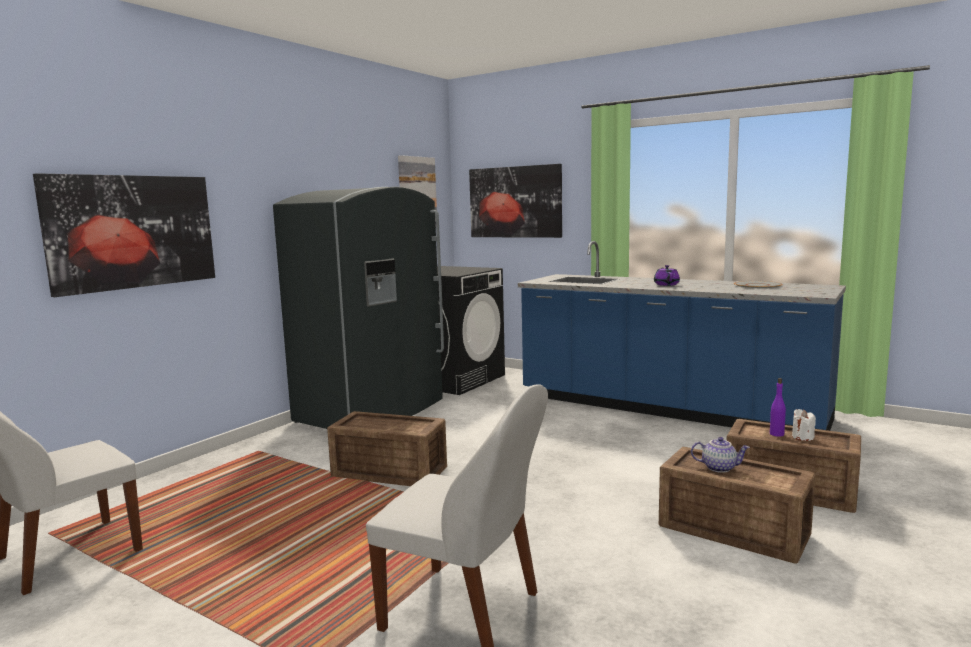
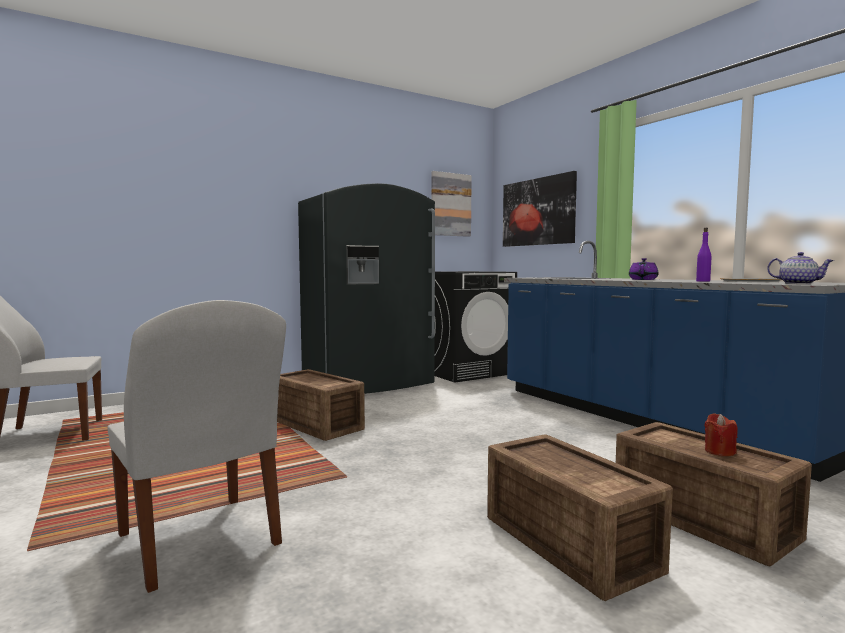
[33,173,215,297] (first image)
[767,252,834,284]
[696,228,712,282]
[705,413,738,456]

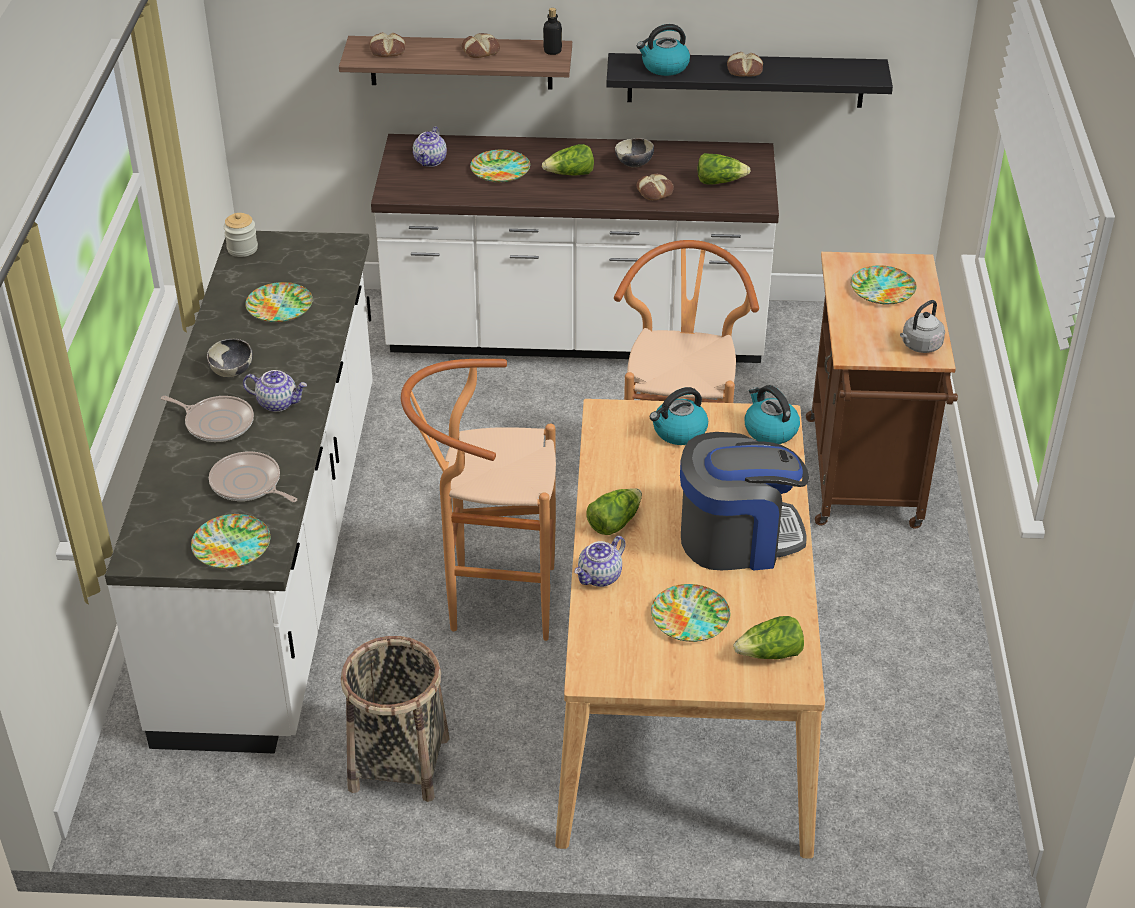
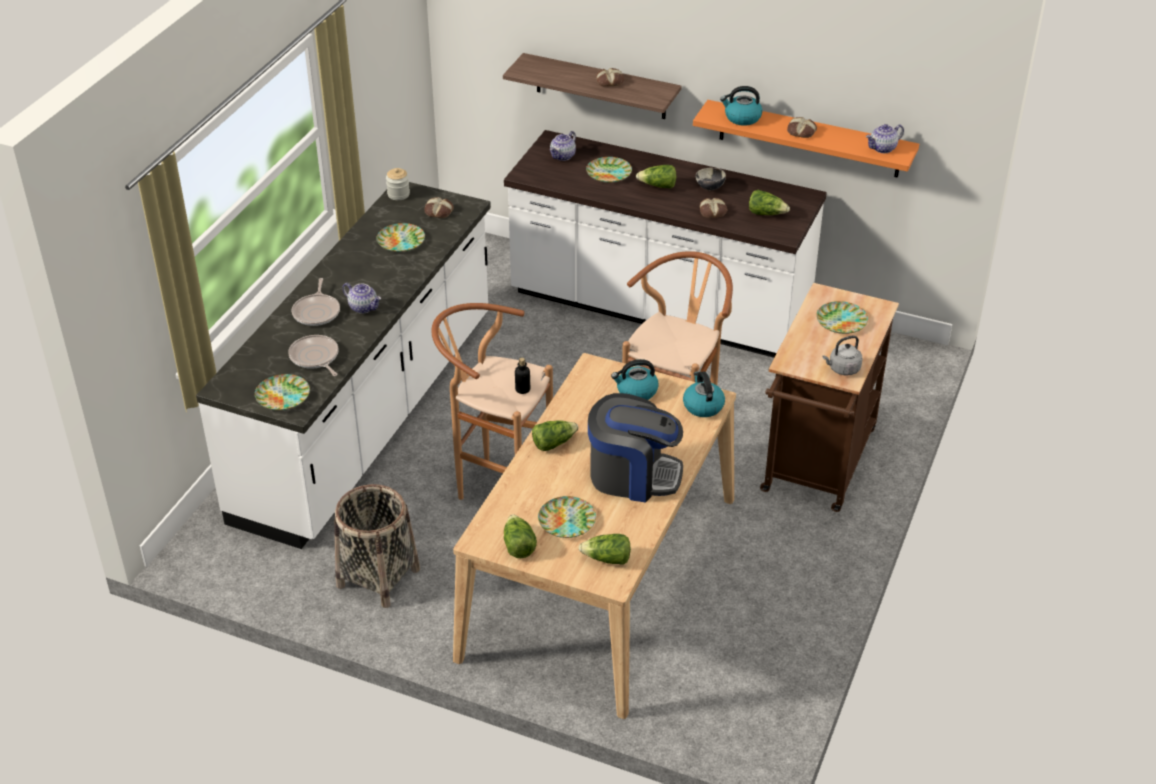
[207,339,253,378] (first image)
[504,514,537,558]
[424,197,454,218]
[515,358,530,394]
[866,124,904,153]
[693,100,919,178]
[292,278,340,326]

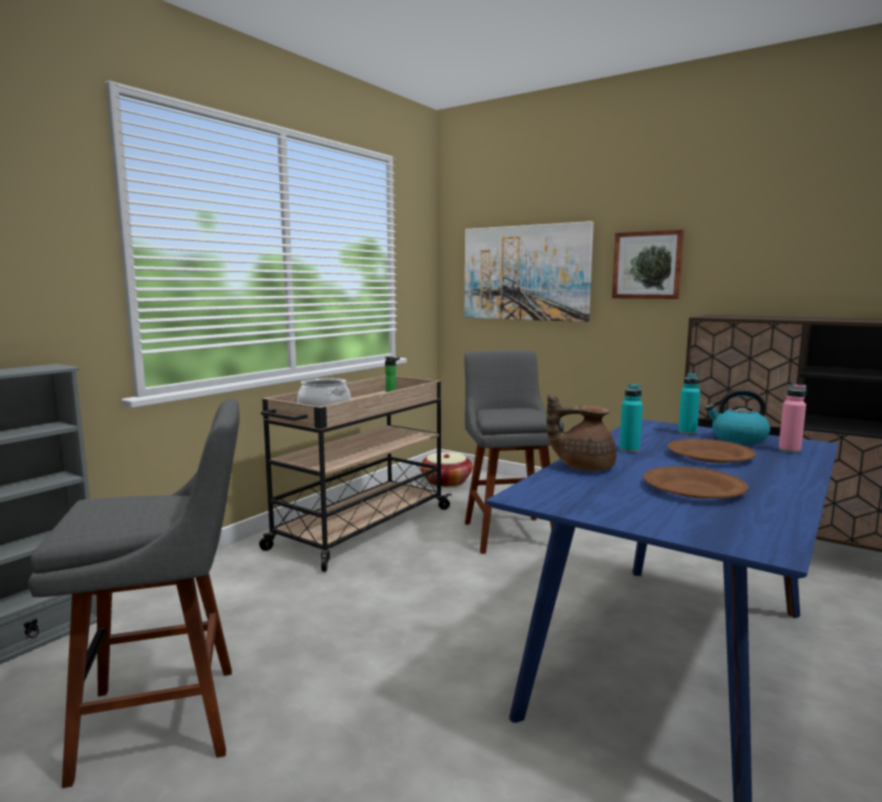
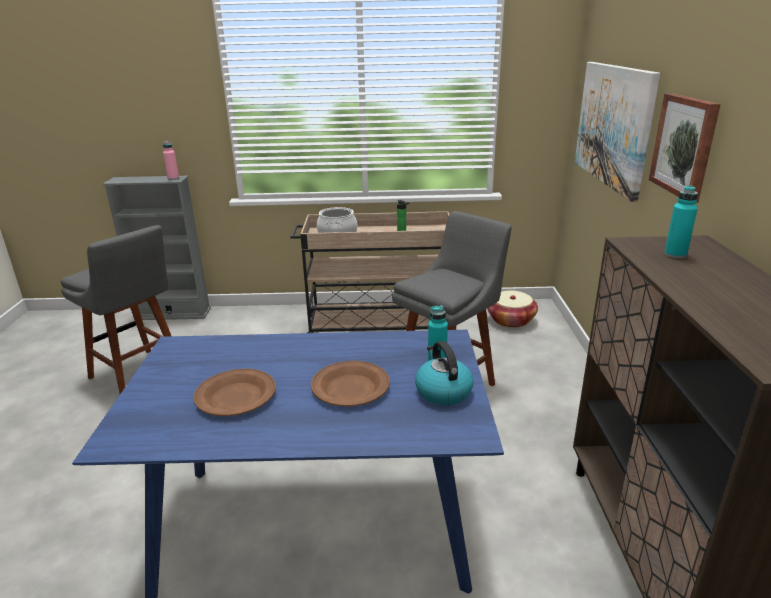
[547,394,616,471] (first image)
[664,185,698,258]
[163,141,179,180]

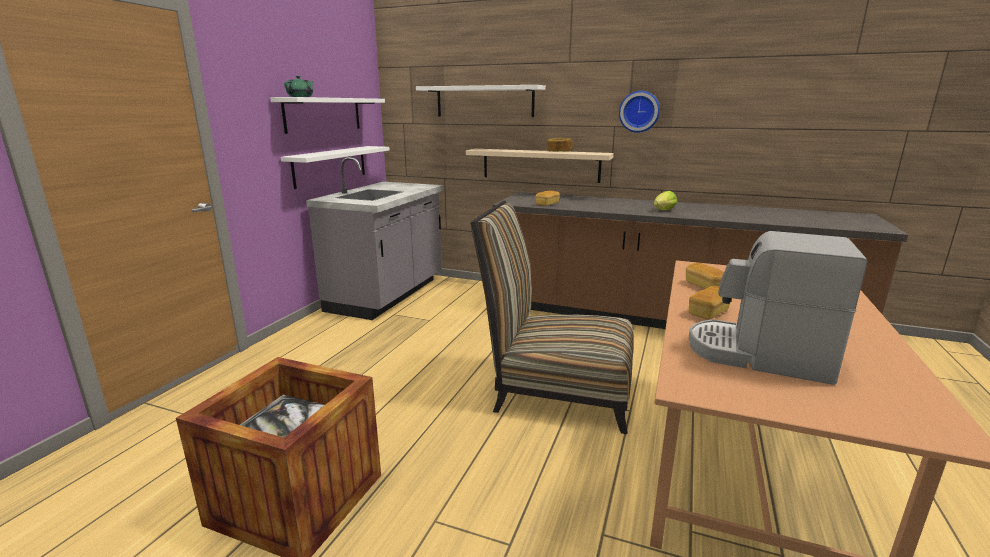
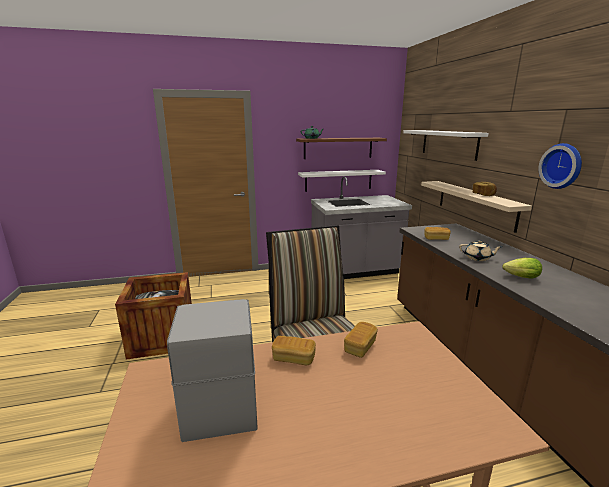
[459,240,502,261]
[296,138,387,159]

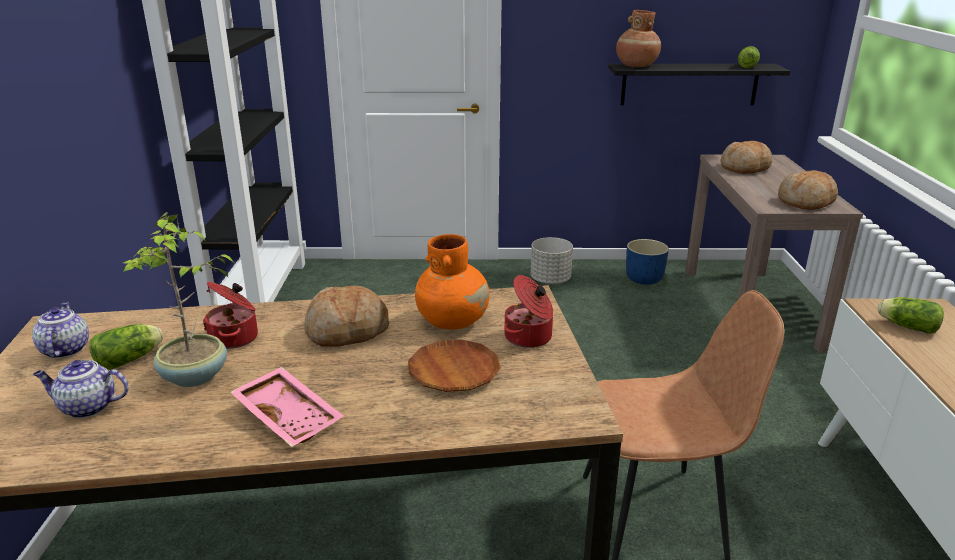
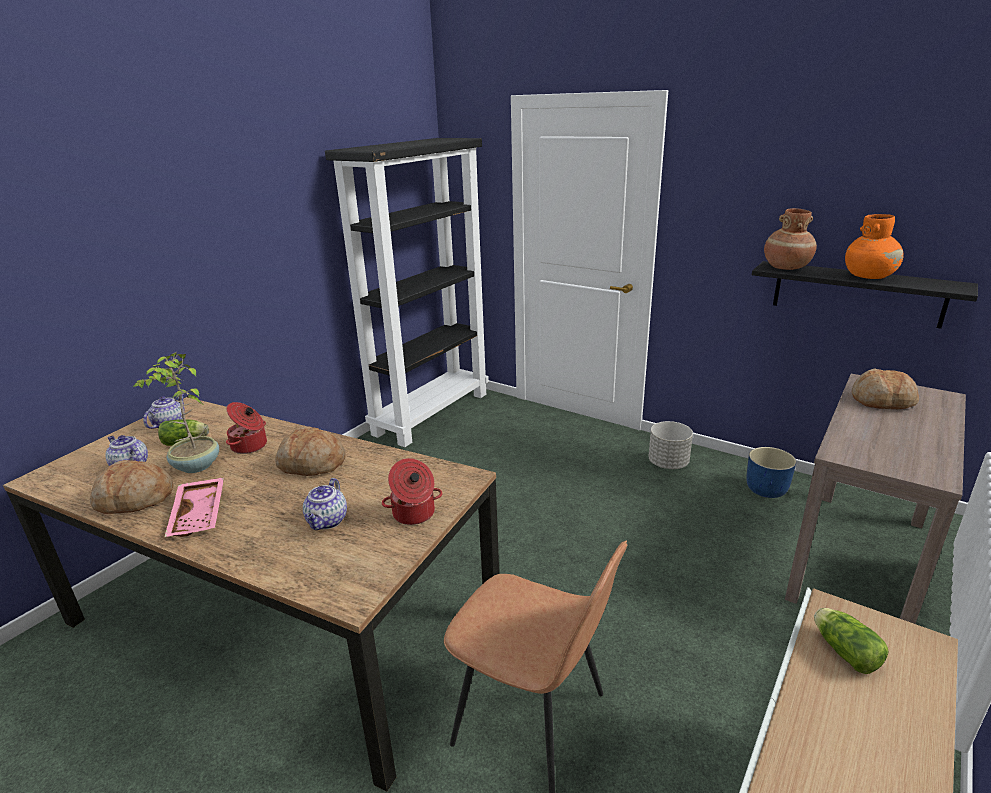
[738,46,760,68] (first image)
[845,214,904,279]
[90,460,174,514]
[303,478,347,530]

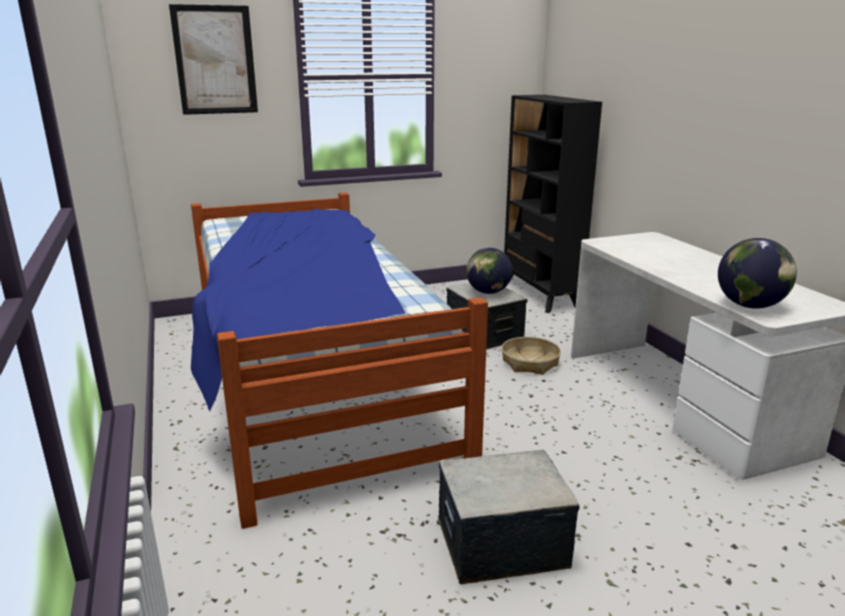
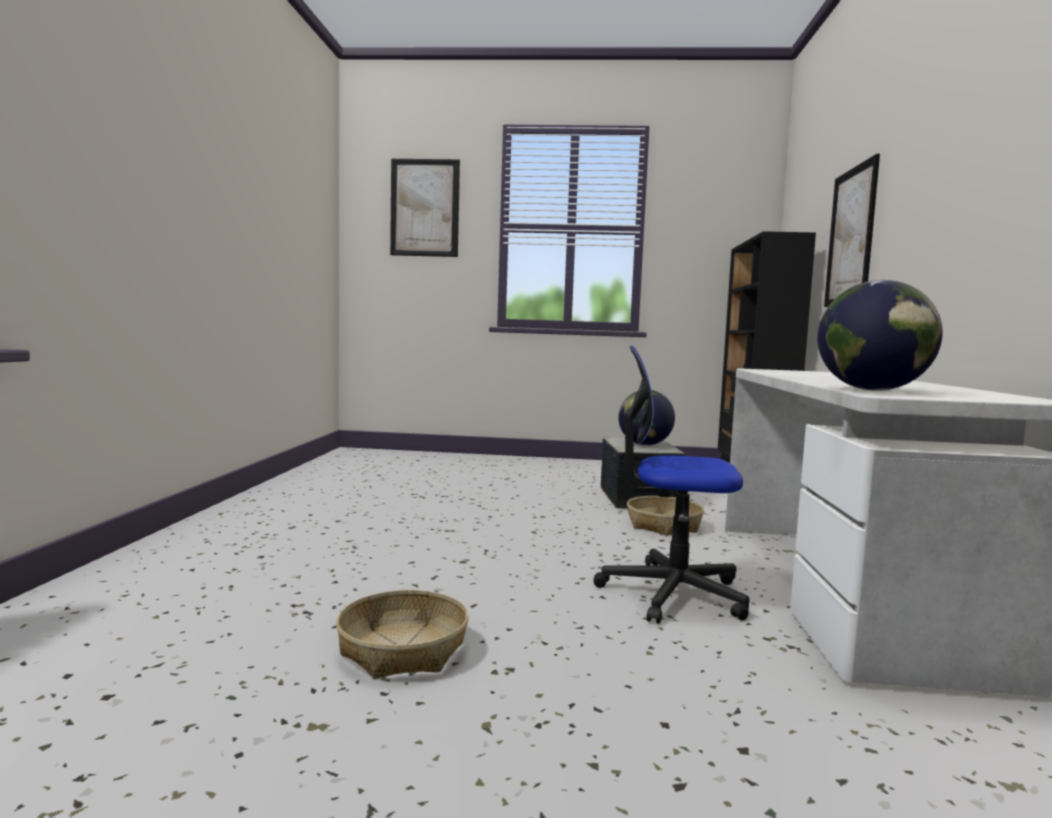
[191,192,488,529] (first image)
[593,346,749,624]
[824,154,880,307]
[336,590,469,679]

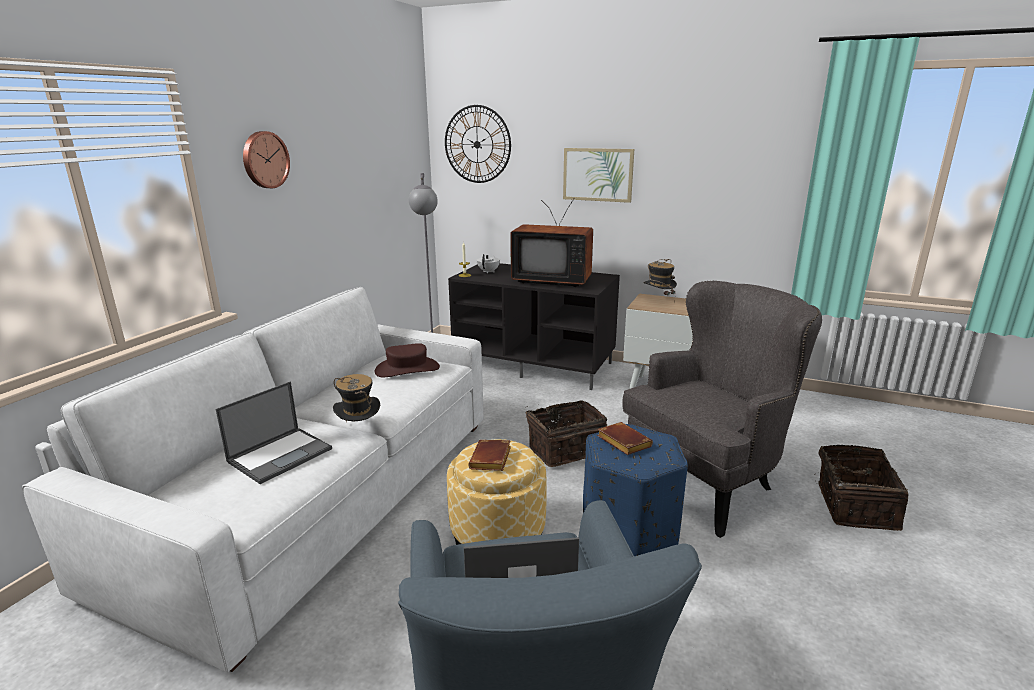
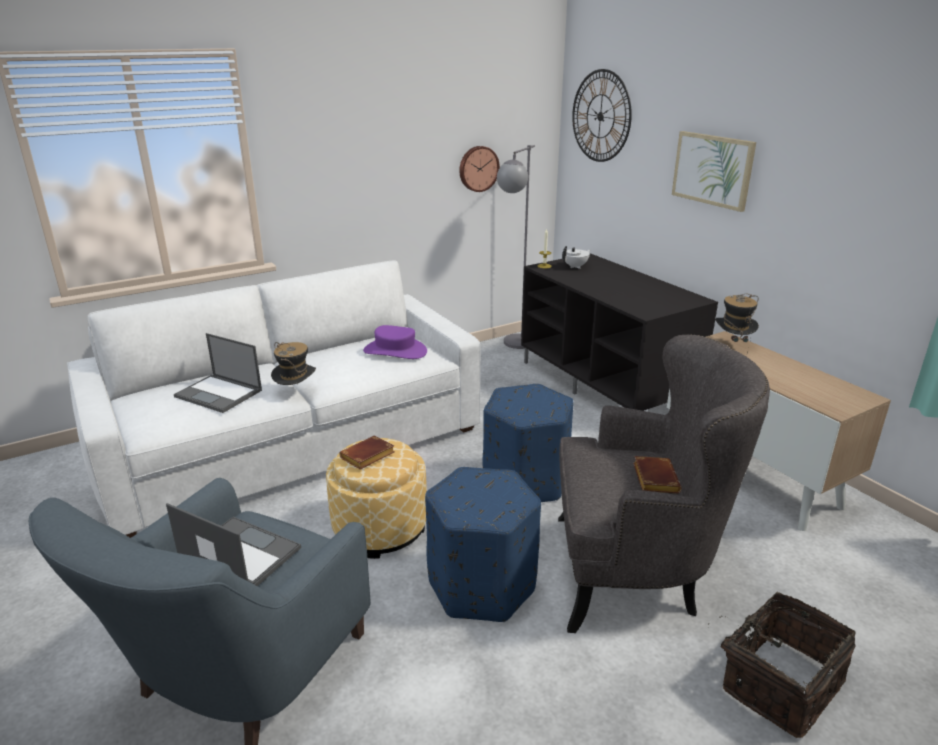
[510,199,593,287] (first image)
[459,146,500,192]
[633,456,682,493]
[483,384,574,502]
[363,325,427,359]
[174,333,262,413]

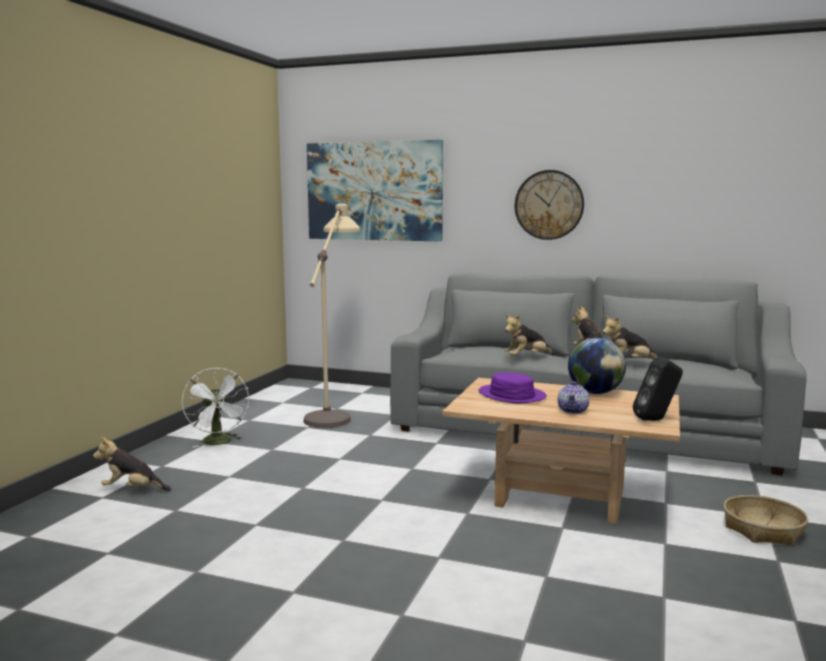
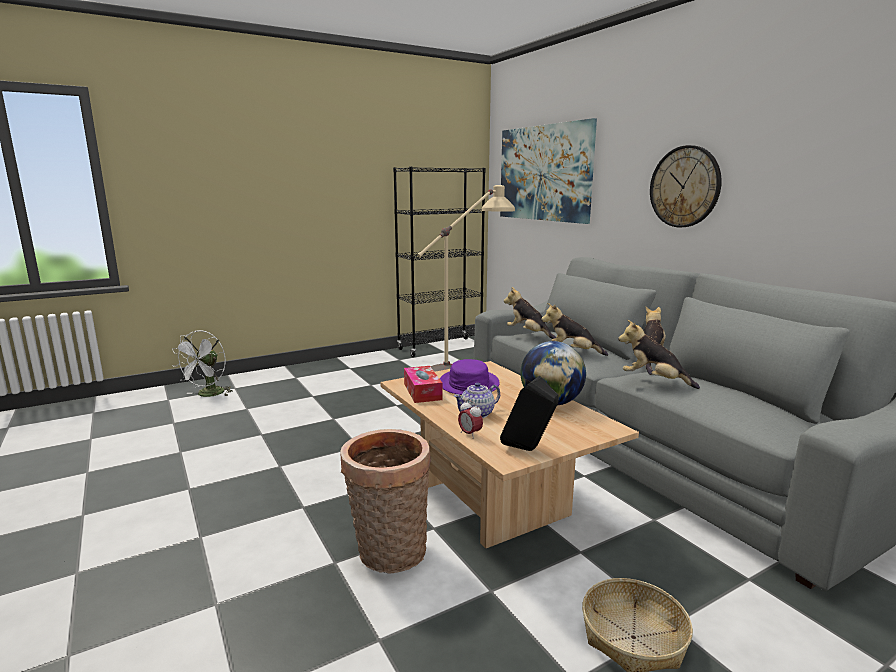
[340,429,431,574]
[393,167,485,357]
[404,366,442,403]
[458,400,483,439]
[504,287,556,339]
[172,330,233,397]

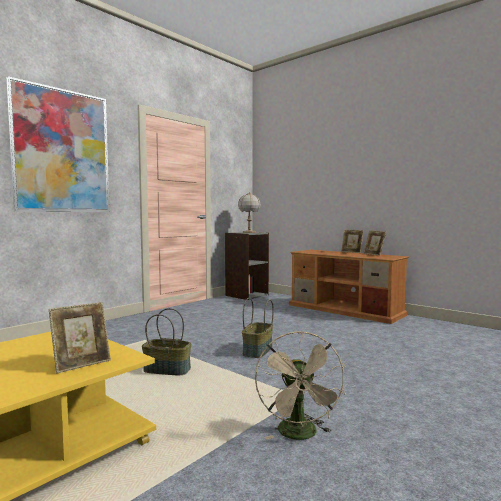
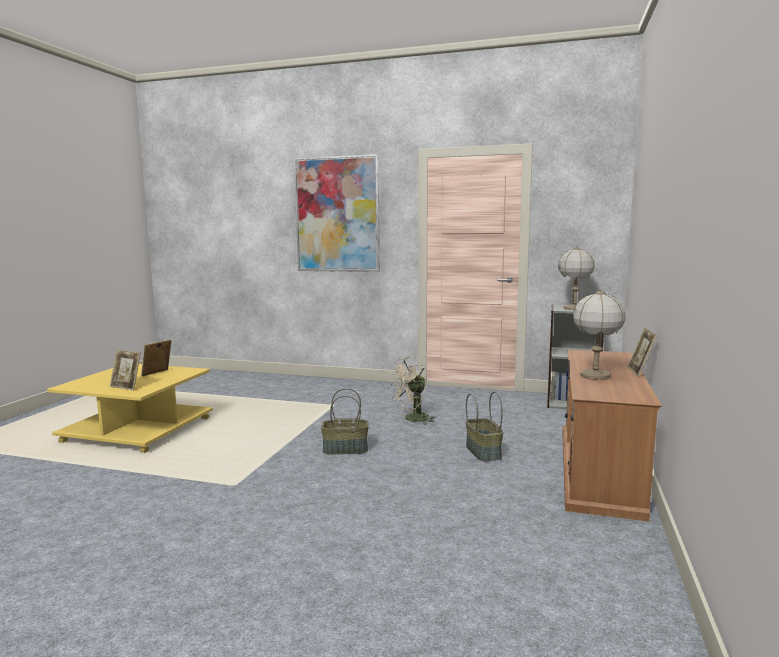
[573,289,626,380]
[466,392,503,462]
[389,356,437,425]
[141,339,172,376]

